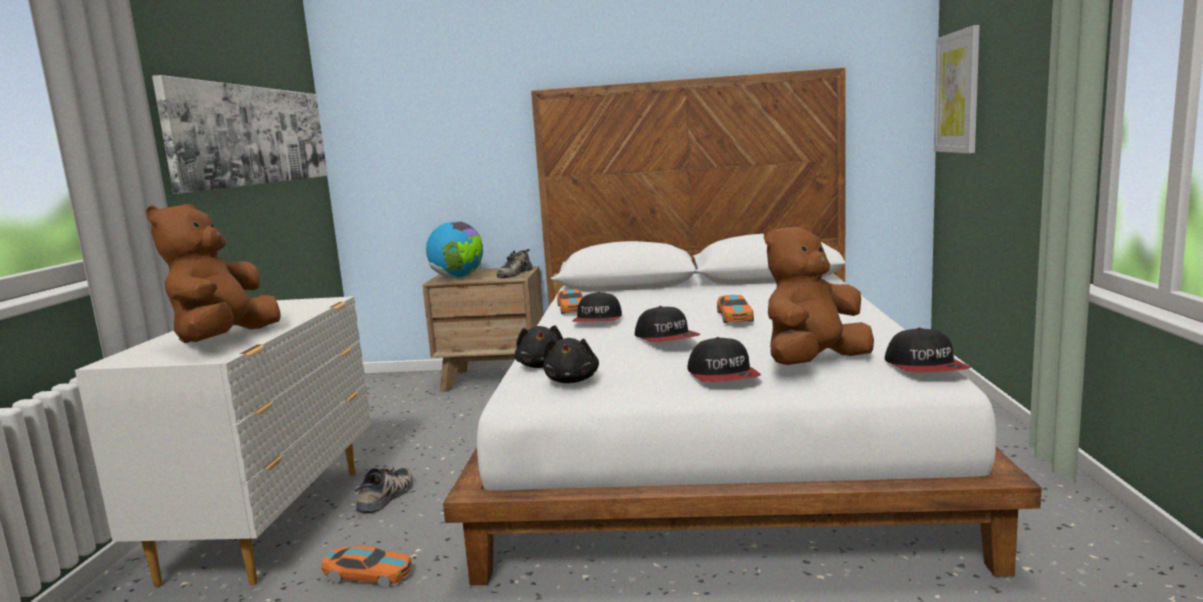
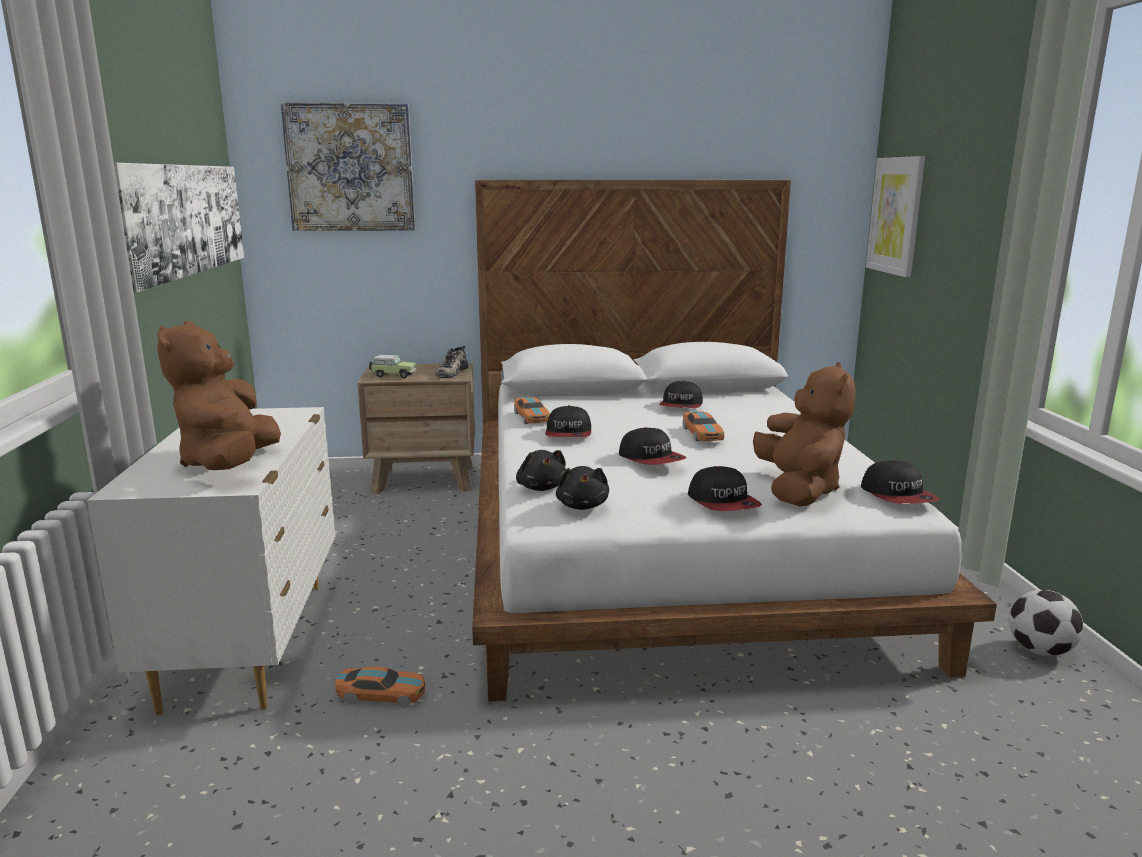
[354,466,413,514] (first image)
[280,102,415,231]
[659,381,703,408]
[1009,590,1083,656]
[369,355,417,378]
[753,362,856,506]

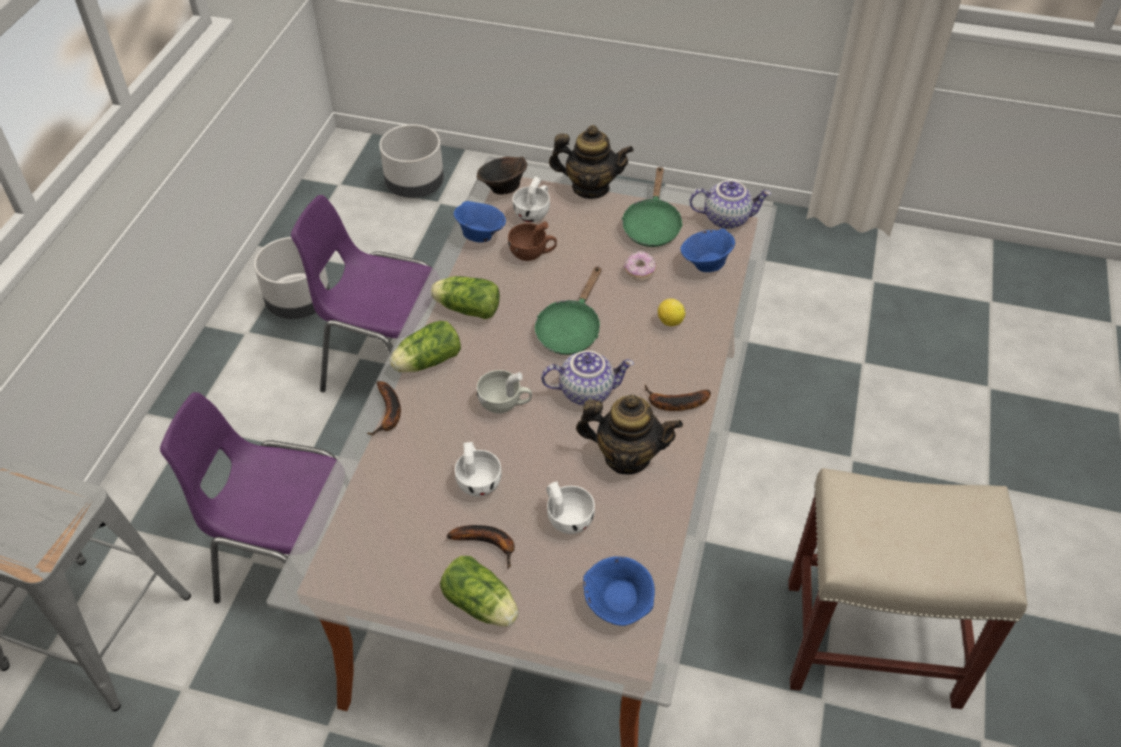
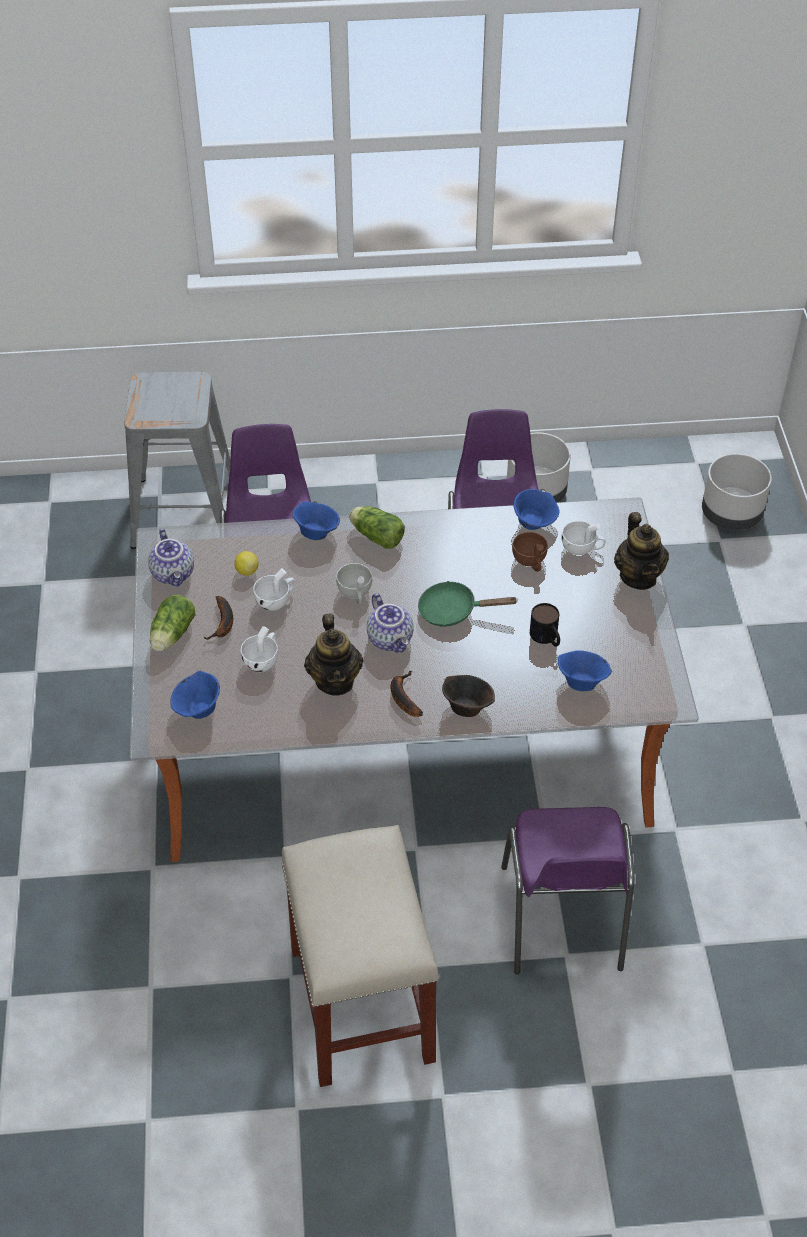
[431,276,500,319] (first image)
[621,166,683,247] (first image)
[501,807,634,974]
[442,675,495,717]
[234,551,259,576]
[148,528,194,587]
[293,501,340,540]
[530,603,560,647]

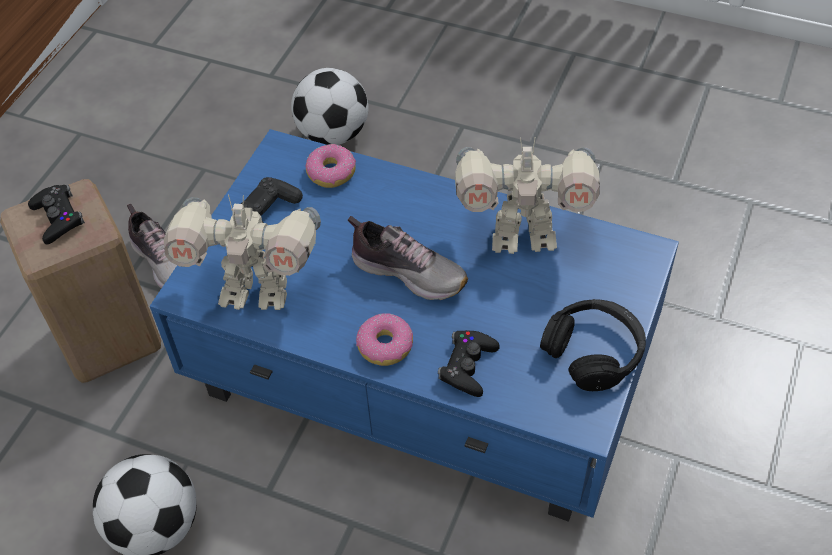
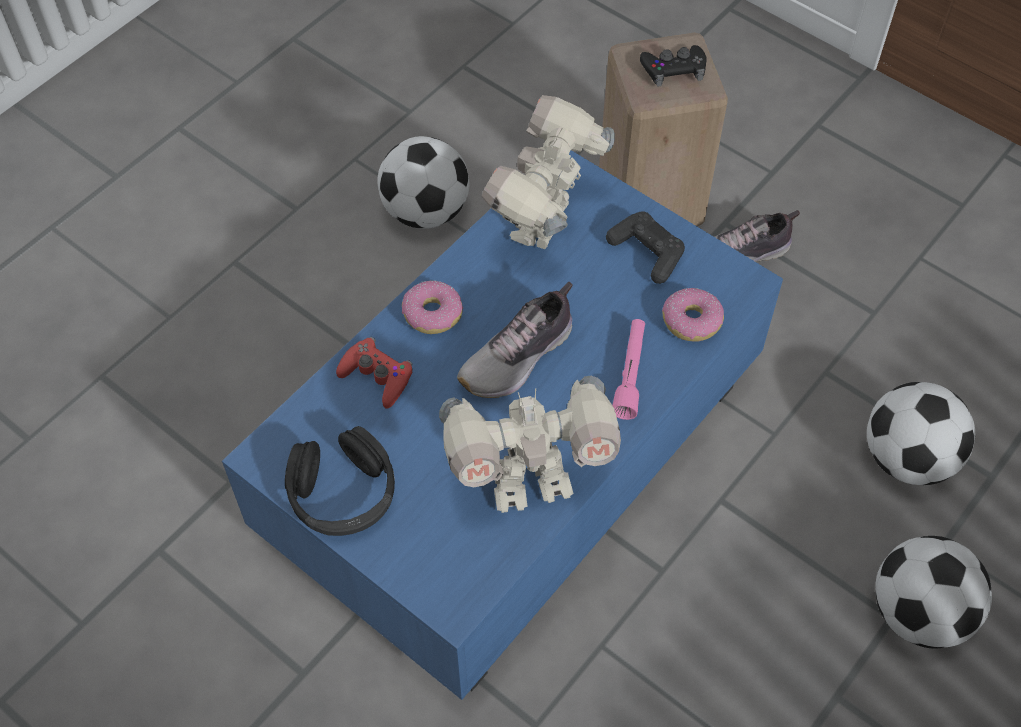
[612,319,645,420]
[875,536,992,649]
[336,337,413,409]
[439,376,621,513]

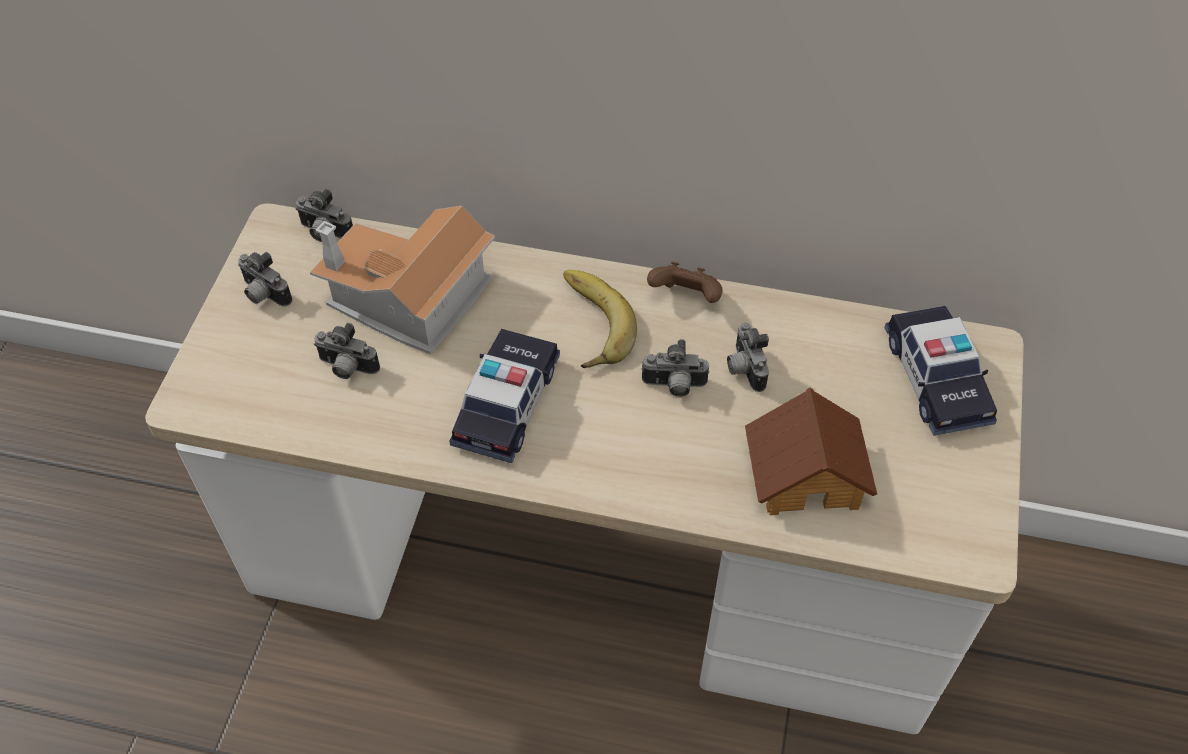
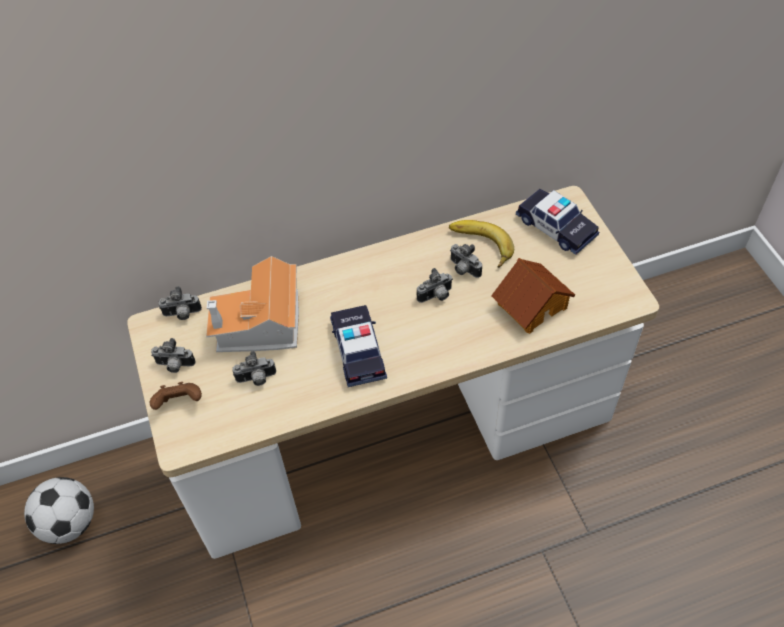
[24,477,94,544]
[449,220,514,268]
[150,382,202,410]

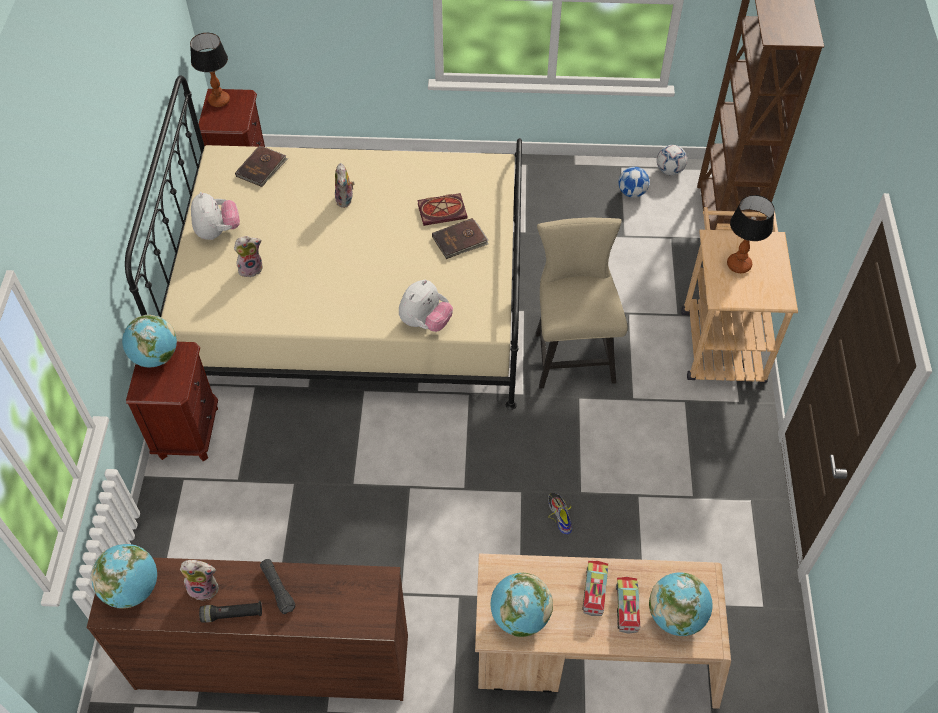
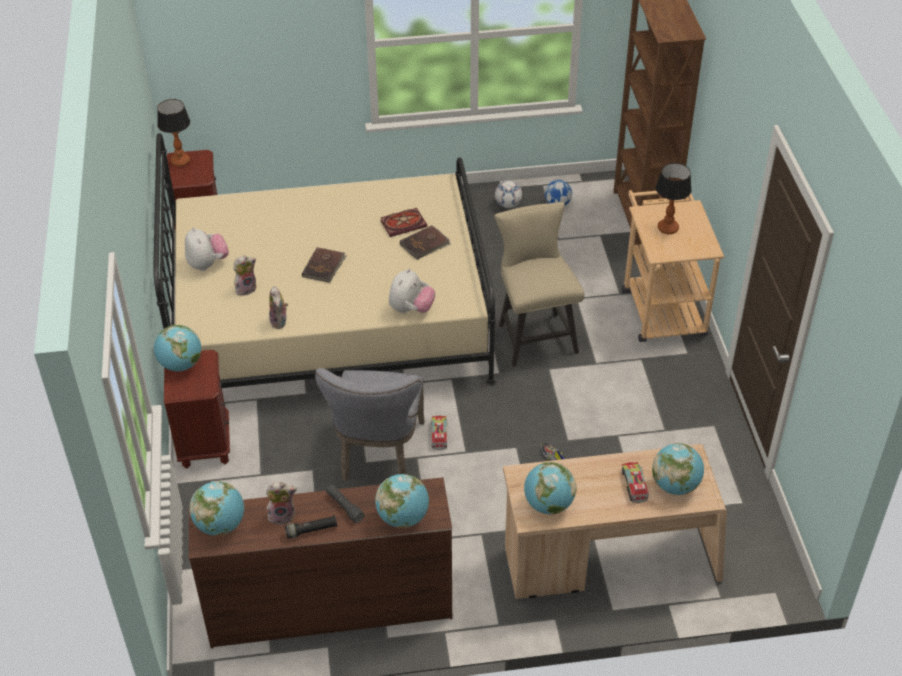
[315,368,424,481]
[375,474,429,528]
[302,247,347,283]
[269,286,288,329]
[431,416,448,450]
[495,180,522,208]

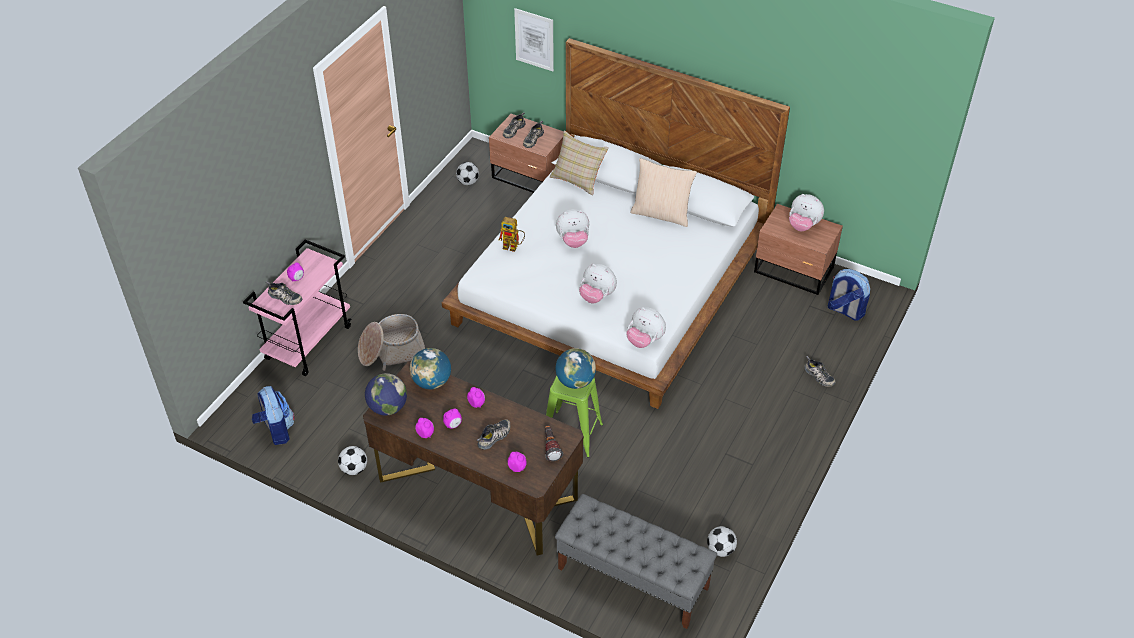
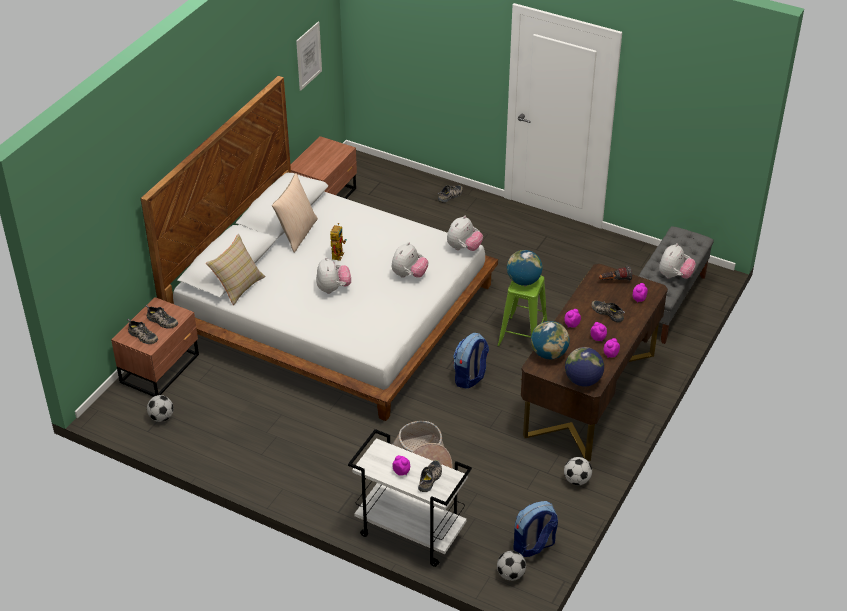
[330,223,347,261]
[296,22,322,91]
[497,551,526,581]
[659,243,696,279]
[453,333,489,389]
[348,429,472,567]

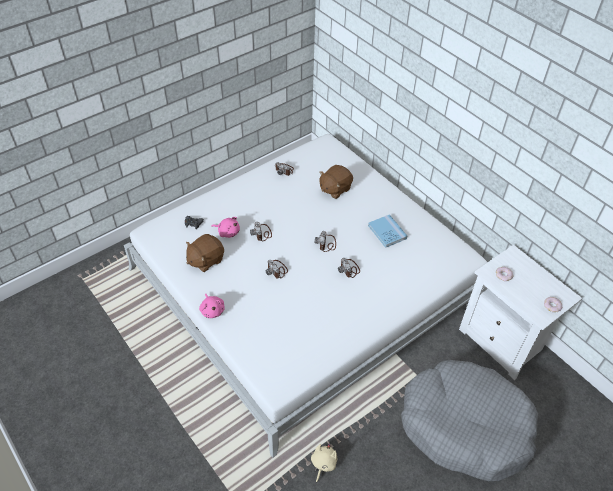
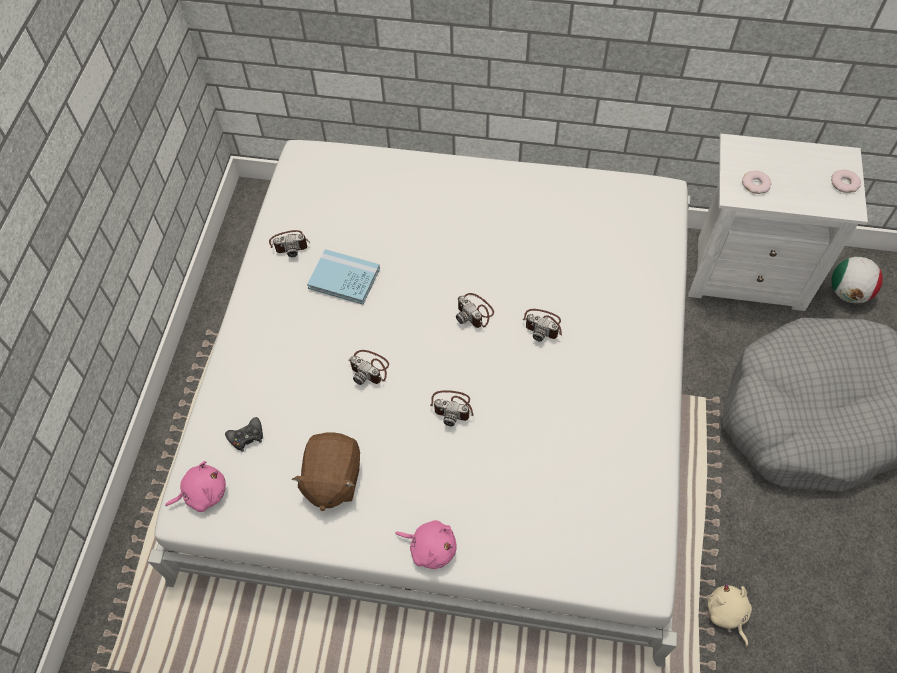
[319,165,353,199] (first image)
[831,257,883,303]
[165,461,226,512]
[307,249,380,304]

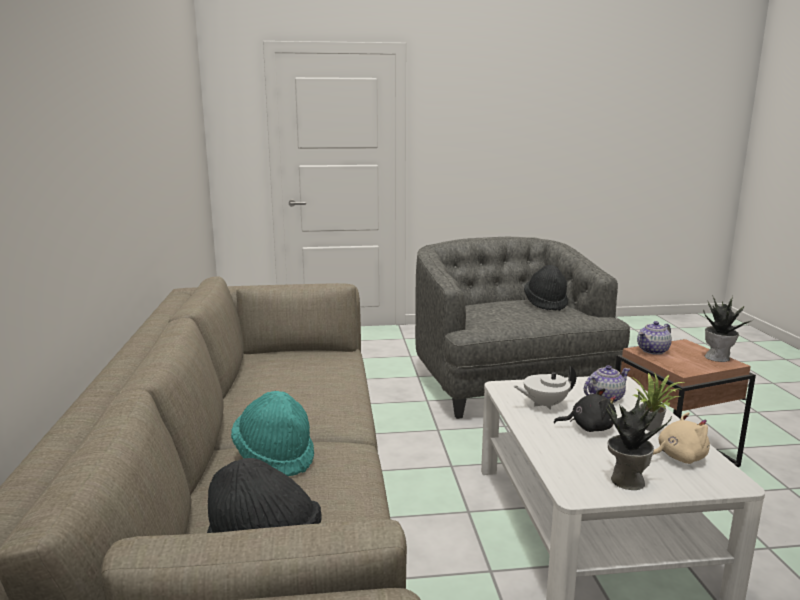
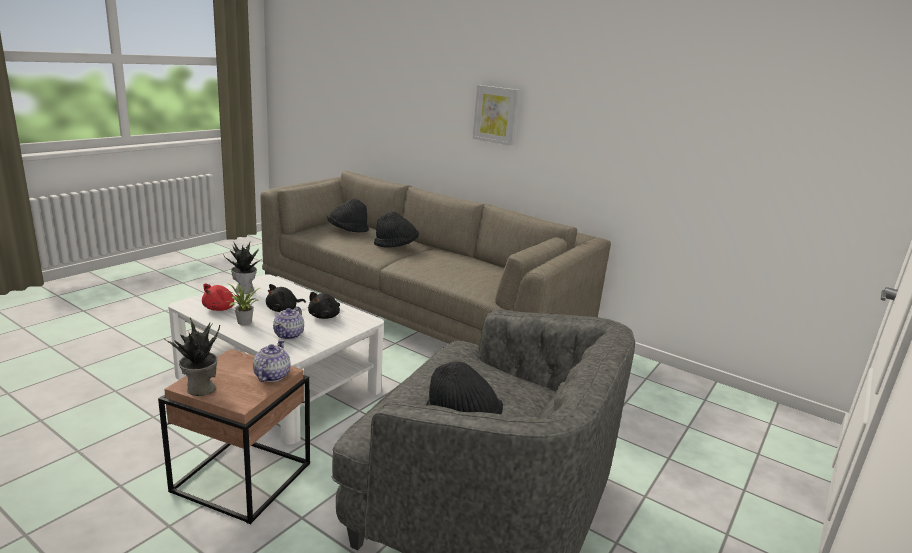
[473,85,519,146]
[308,292,340,319]
[374,212,419,248]
[202,283,238,311]

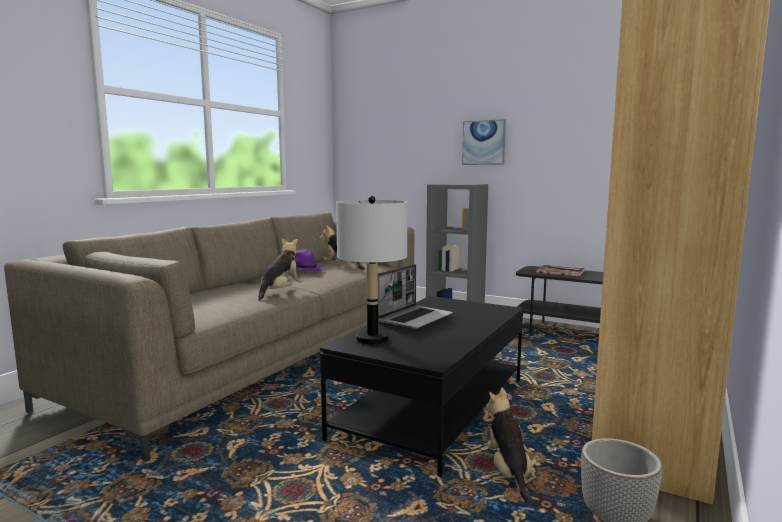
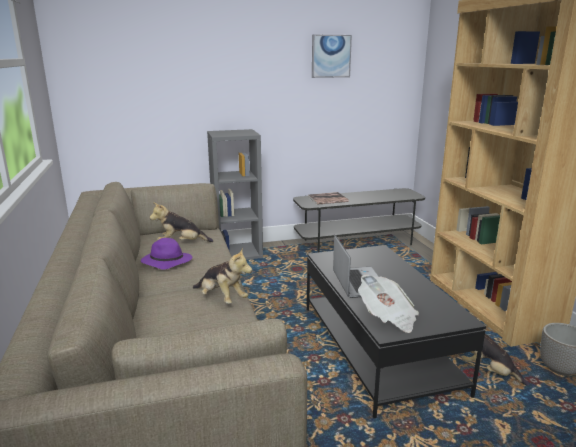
[312,35,352,78]
[358,274,419,333]
[193,247,252,304]

